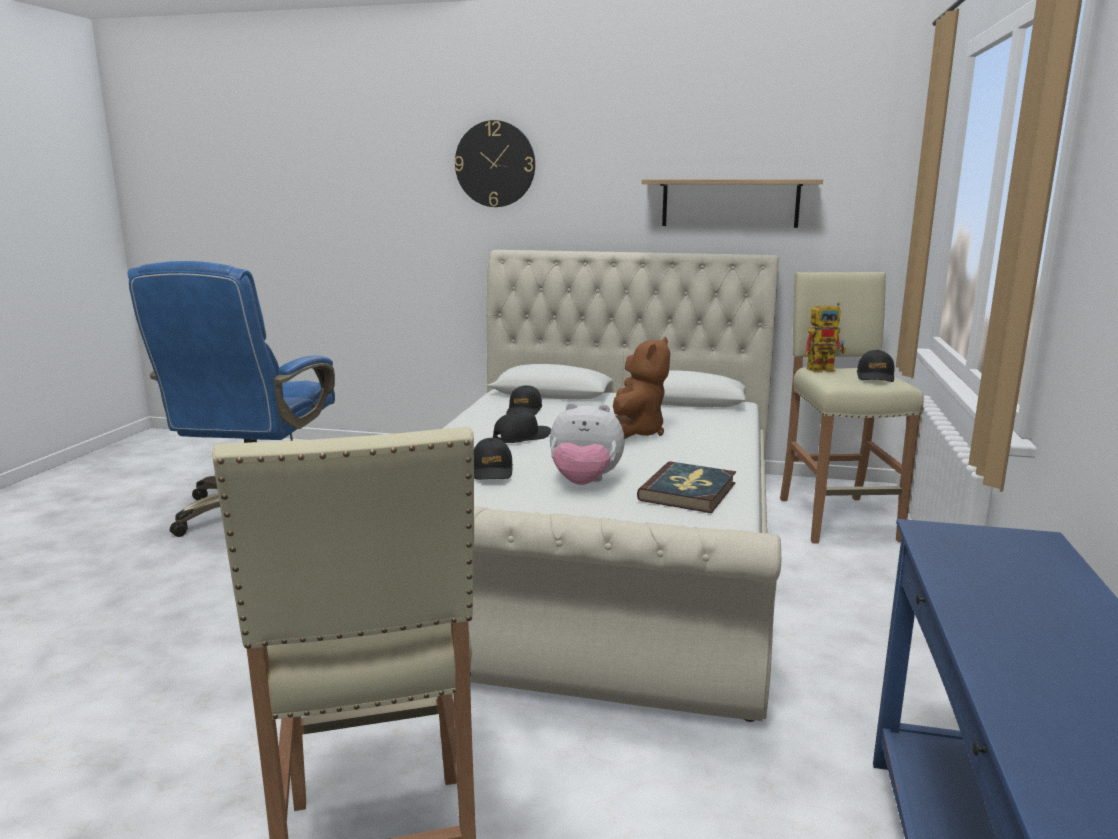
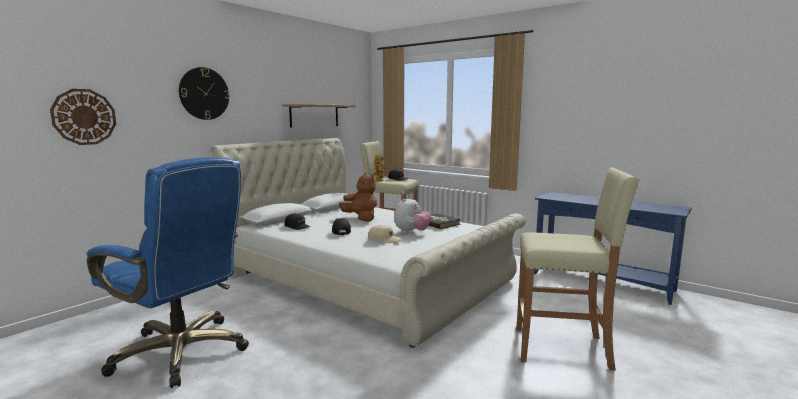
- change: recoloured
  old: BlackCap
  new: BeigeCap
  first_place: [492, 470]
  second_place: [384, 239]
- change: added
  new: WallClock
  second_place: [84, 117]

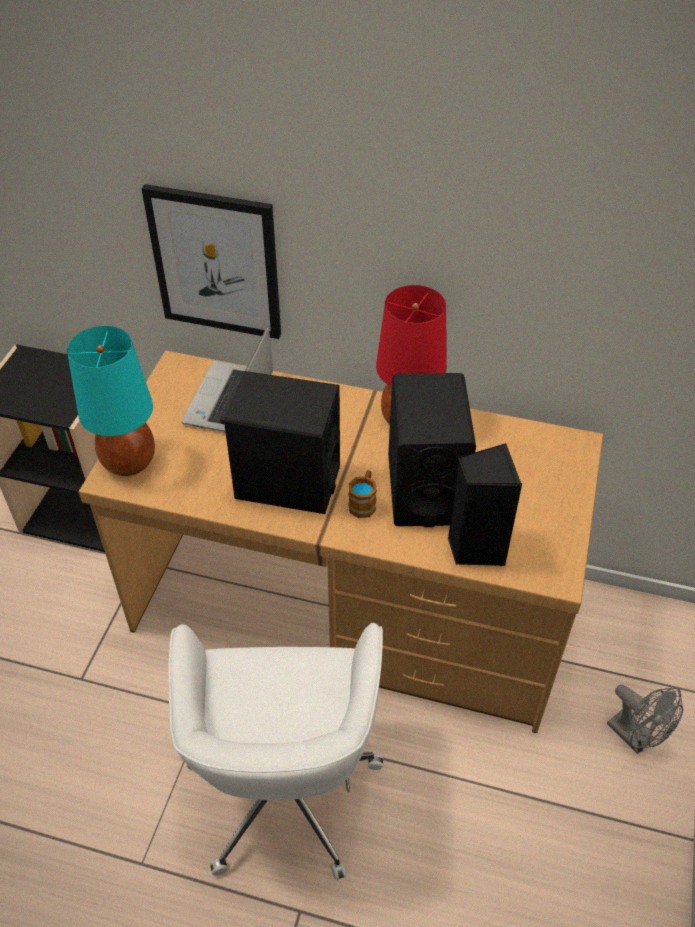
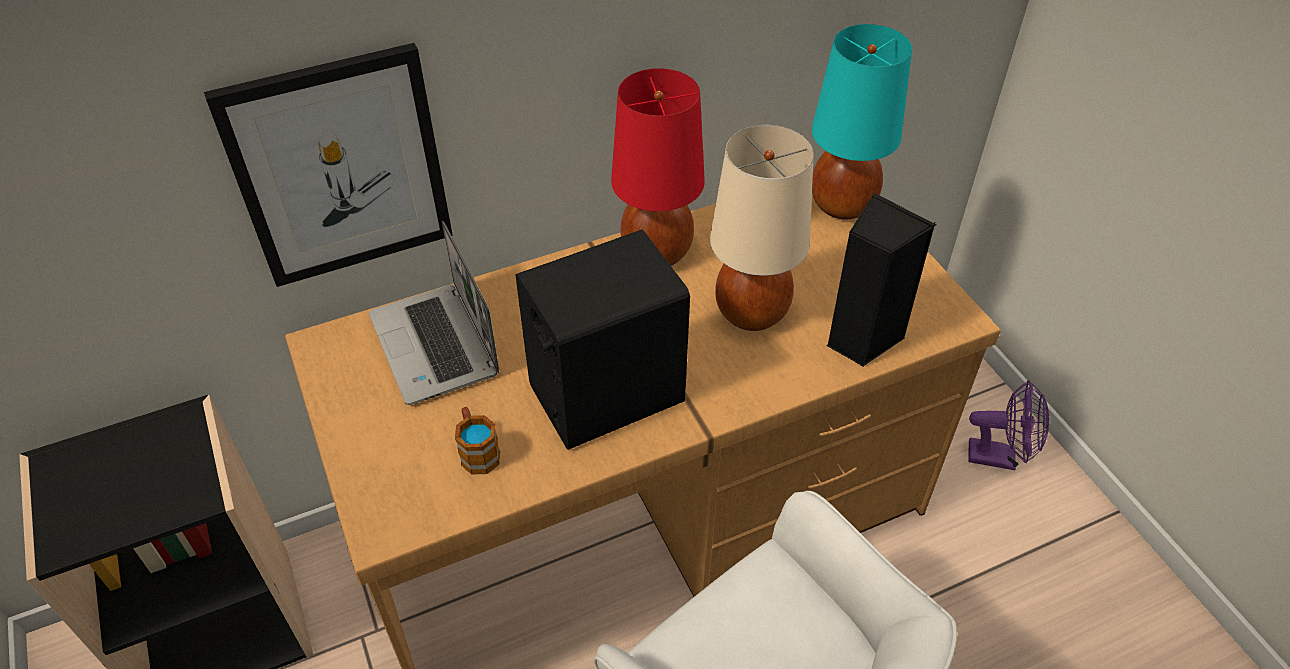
- change: moved
  old: TurquoiseTableLamp
  first_place: [128, 462]
  second_place: [841, 205]
- change: replaced
  old: BlackSpeaker
  new: BeigeTableLamp
  first_place: [424, 489]
  second_place: [751, 312]
- change: moved
  old: Mug
  first_place: [363, 502]
  second_place: [477, 451]
- change: recoloured
  old: GreyFan
  new: PurpleFan
  first_place: [636, 737]
  second_place: [999, 457]

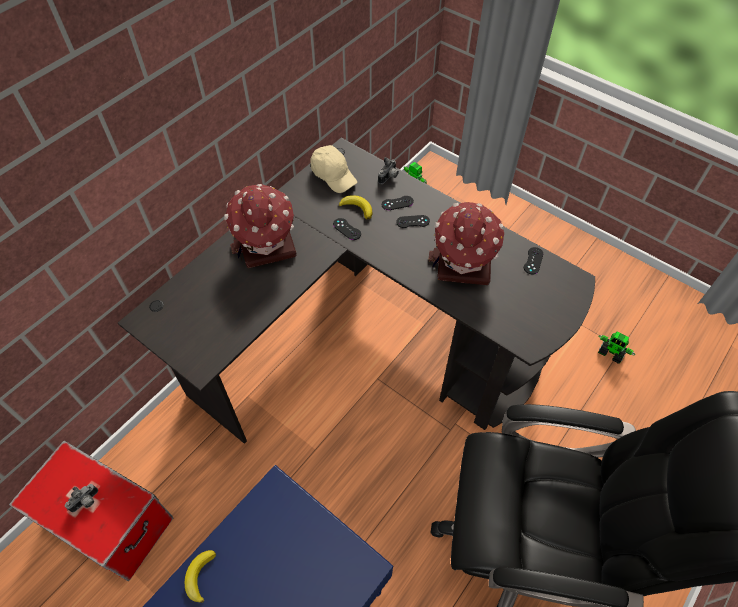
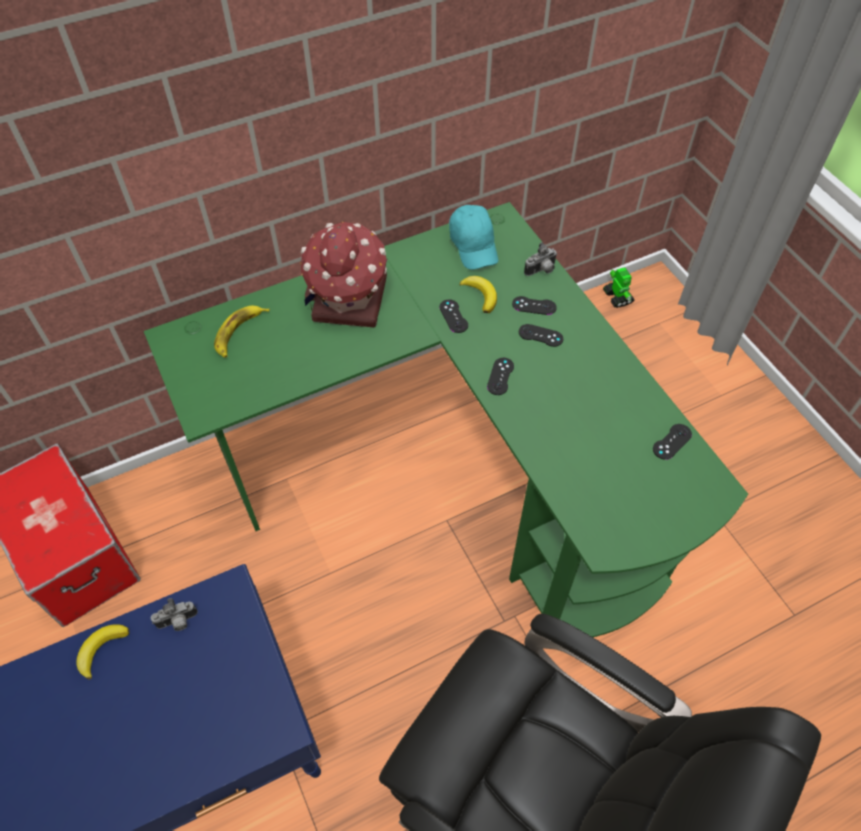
- change: recoloured
  old: BlackDesk
  new: GreenDesk
  first_place: [364, 343]
  second_place: [452, 471]
- change: recoloured
  old: BeigeCap
  new: TurquoiseCap
  first_place: [333, 175]
  second_place: [474, 245]
- change: removed
  old: ToyHouse
  first_place: [463, 263]
- change: removed
  old: ToyRobot
  first_place: [611, 353]
- change: moved
  old: PhotoCamera
  first_place: [86, 502]
  second_place: [178, 622]
- change: added
  new: Banana
  second_place: [239, 333]
- change: added
  new: BlackGameController
  second_place: [500, 376]

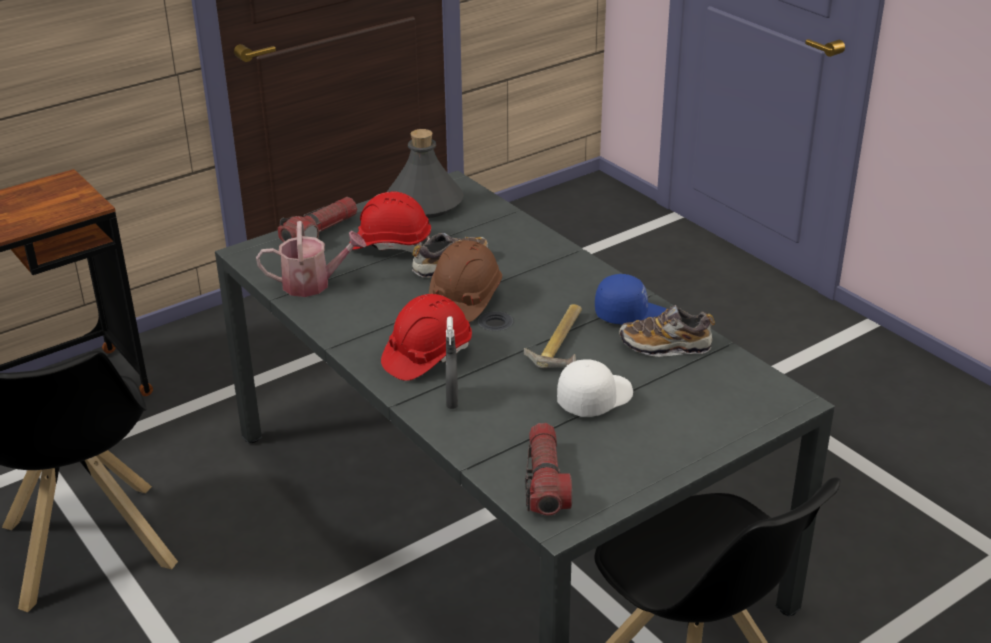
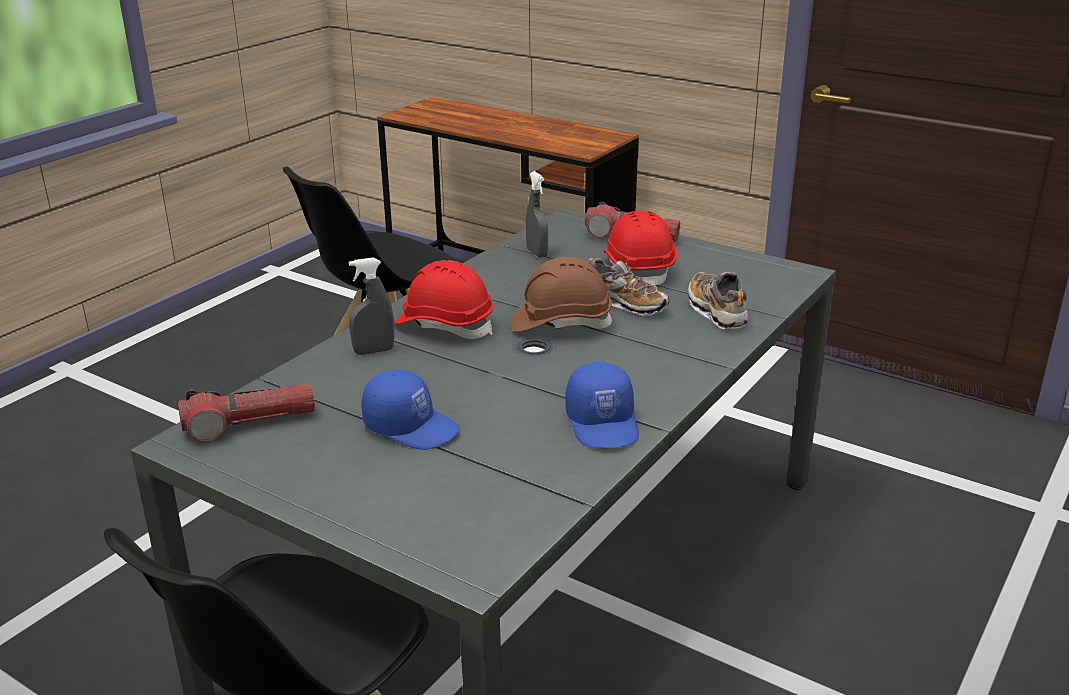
- change: removed
  old: GreyBottle
  first_place: [425, 203]
- change: replaced
  old: WateringCan
  new: GreySprayBottle
  first_place: [313, 284]
  second_place: [537, 253]
- change: removed
  old: Hammer
  first_place: [564, 342]
- change: moved
  old: Shoe
  first_place: [665, 346]
  second_place: [716, 311]
- change: recoloured
  old: WhiteCap
  new: BlueCap
  first_place: [594, 398]
  second_place: [412, 426]

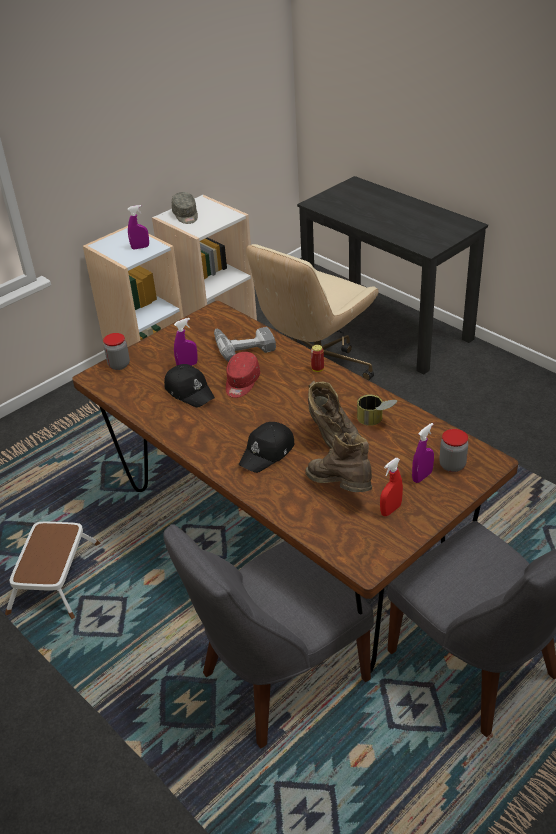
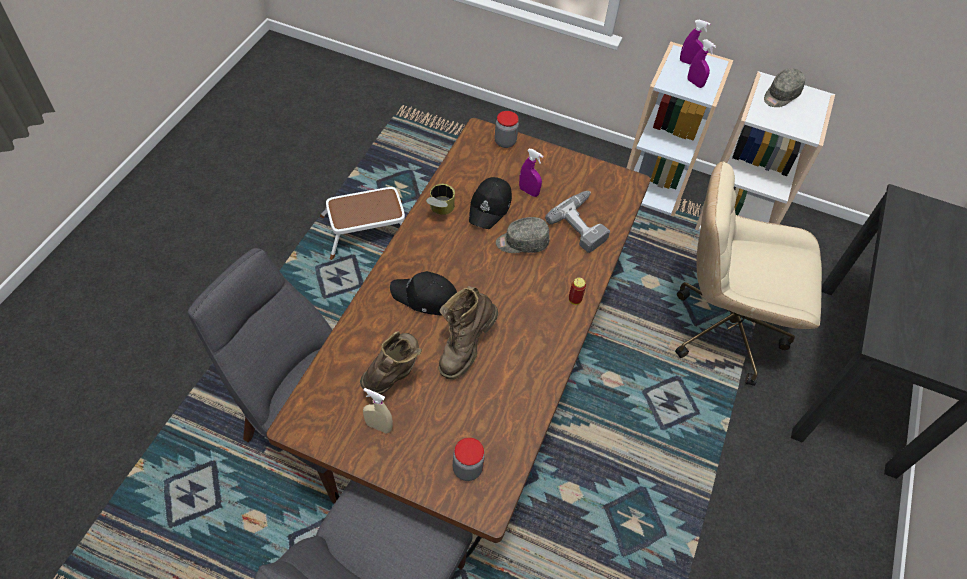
- change: recoloured
  old: RedCap
  new: GreyCap
  first_place: [241, 383]
  second_place: [522, 243]
- change: moved
  old: Can
  first_place: [376, 420]
  second_place: [439, 211]
- change: moved
  old: PurpleSprayBottle
  first_place: [422, 477]
  second_place: [688, 62]
- change: recoloured
  old: RedSprayBottle
  new: BeigeSprayBottle
  first_place: [390, 510]
  second_place: [378, 426]

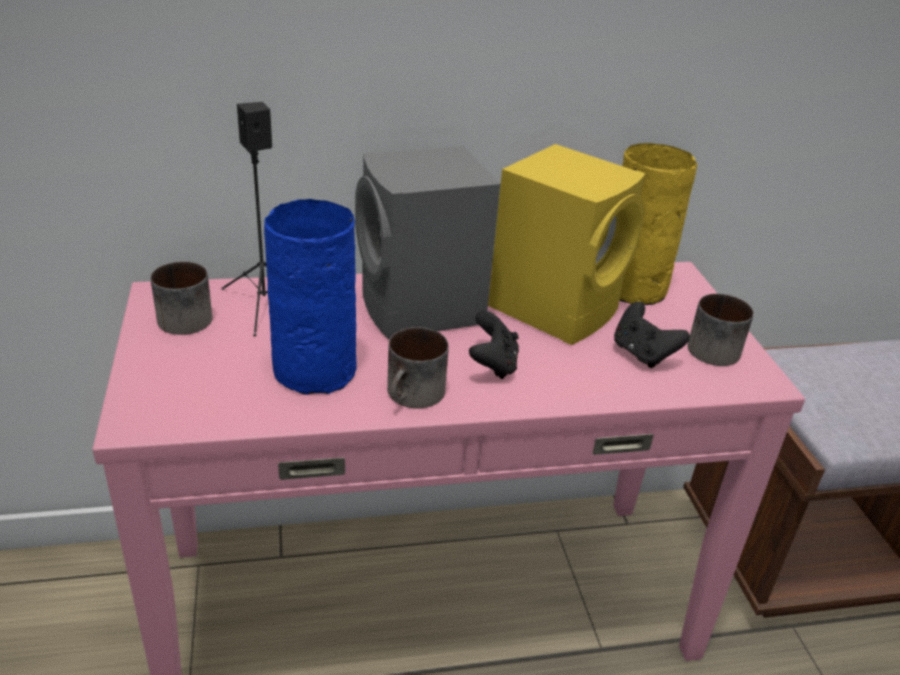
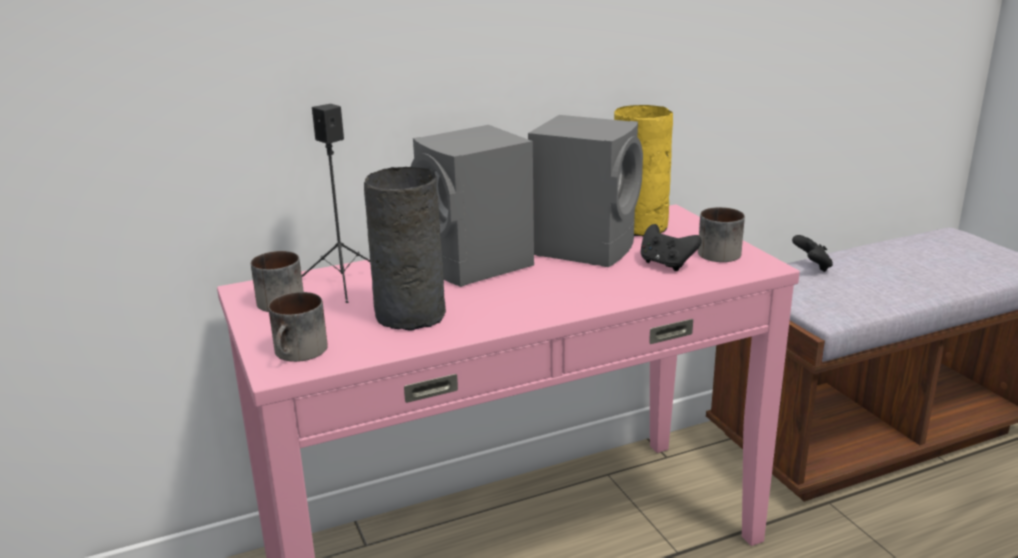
- change: recoloured
  old: YellowSpeaker
  new: GreySpeaker
  first_place: [557, 307]
  second_place: [585, 247]
- change: recoloured
  old: BlueVase
  new: GreyVase
  first_place: [315, 368]
  second_place: [410, 314]
- change: moved
  old: BlackGameController
  first_place: [493, 365]
  second_place: [812, 267]
- change: moved
  old: Mug
  first_place: [414, 396]
  second_place: [300, 353]

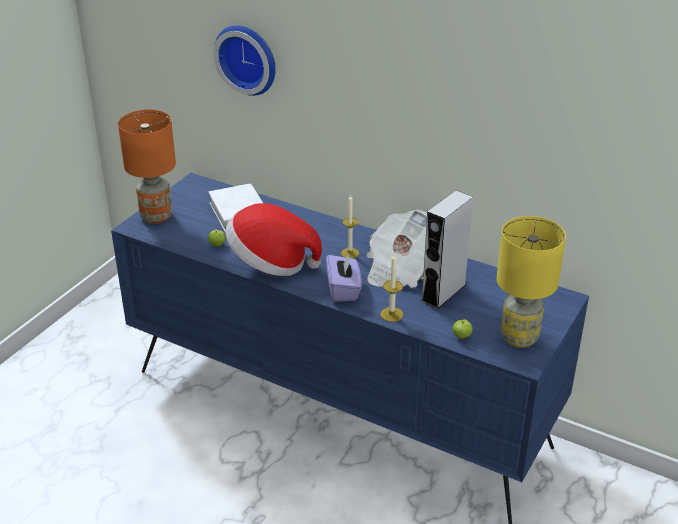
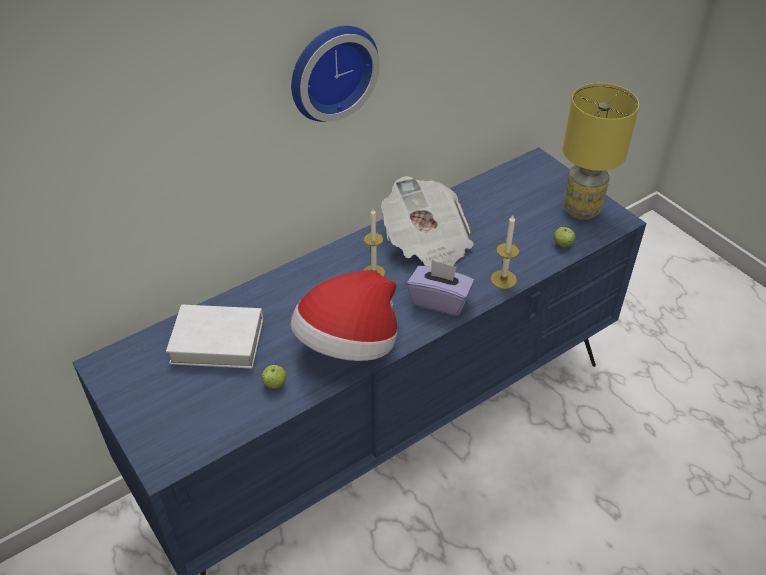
- change: moved
  old: WallClock
  first_place: [248, 58]
  second_place: [330, 70]
- change: removed
  old: OrangeTableLamp
  first_place: [157, 217]
- change: removed
  old: GreySpeaker
  first_place: [443, 293]

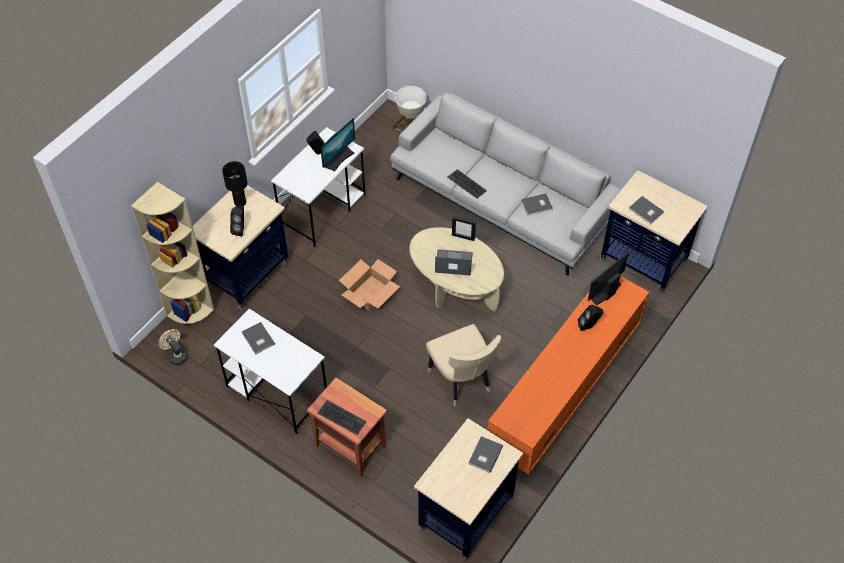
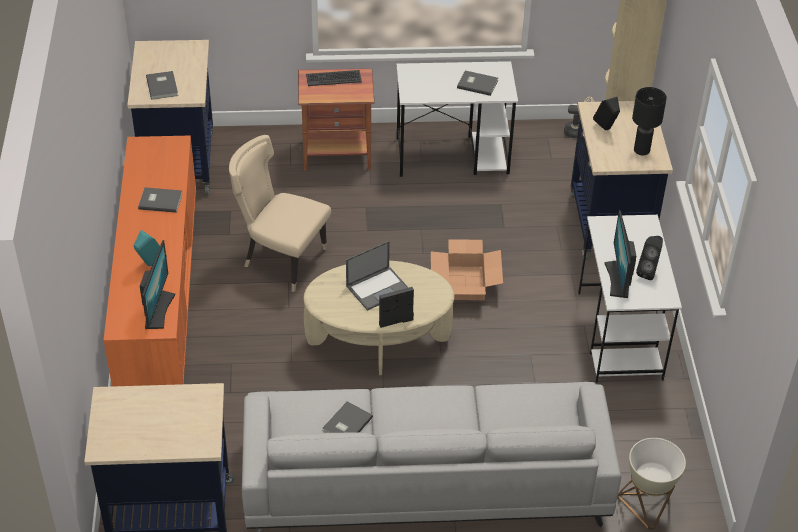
- change: removed
  old: Keyboard
  first_place: [467, 184]
- change: moved
  old: GreyBook
  first_place: [646, 211]
  second_place: [160, 200]
- change: recoloured
  old: BlackSpeaker
  new: TurquoiseSpeaker
  first_place: [588, 326]
  second_place: [150, 265]

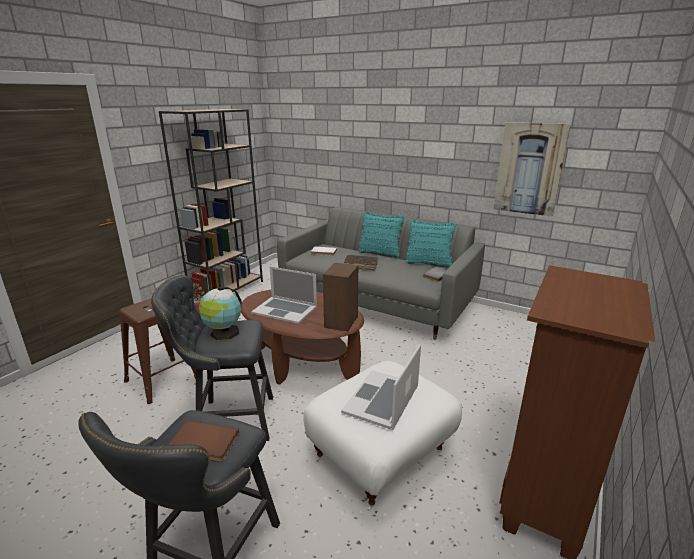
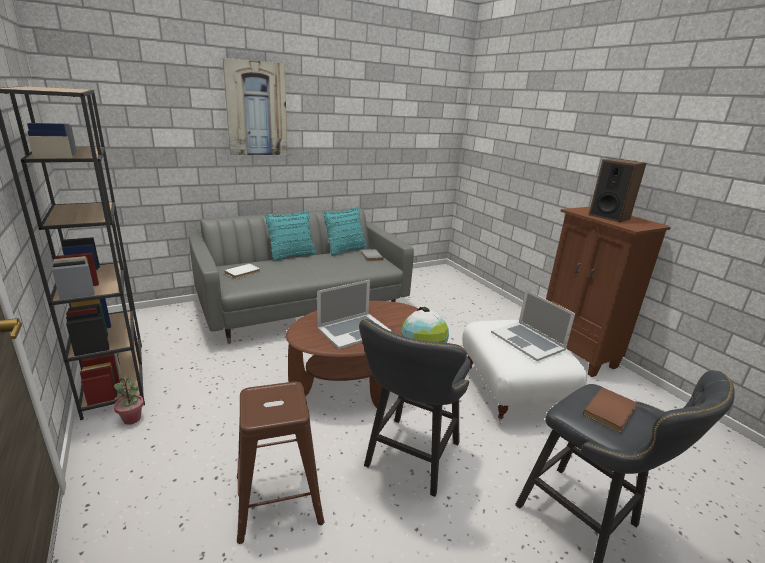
- change: moved
  old: Picture
  first_place: [529, 169]
  second_place: [256, 109]
- change: removed
  old: BrownBook
  first_place: [361, 266]
- change: moved
  old: Speaker
  first_place: [341, 321]
  second_place: [609, 217]

